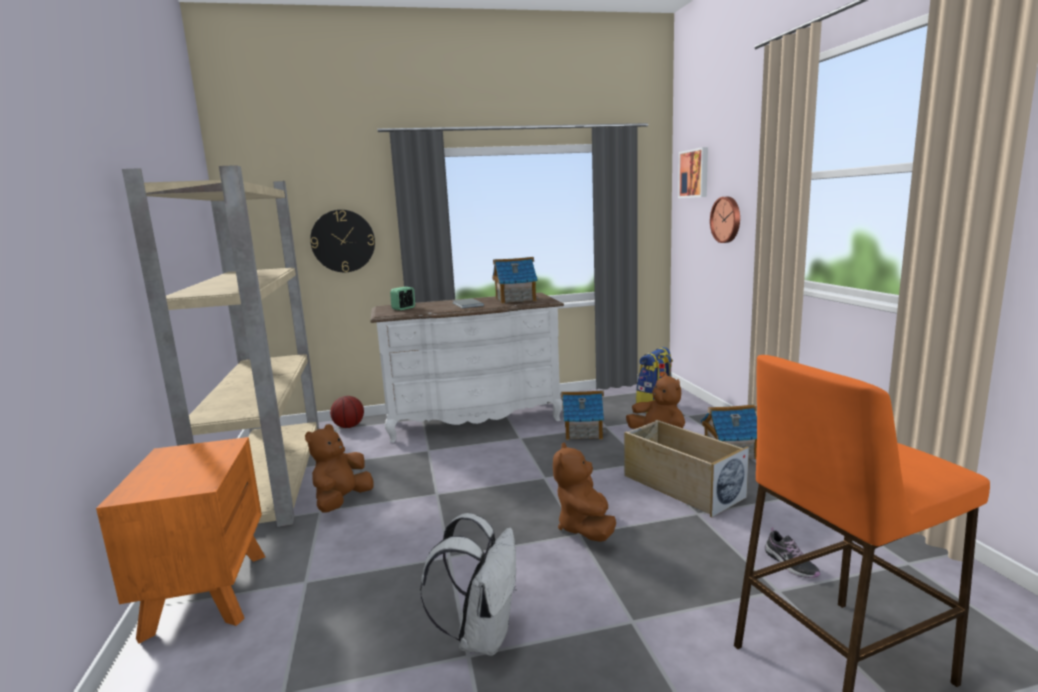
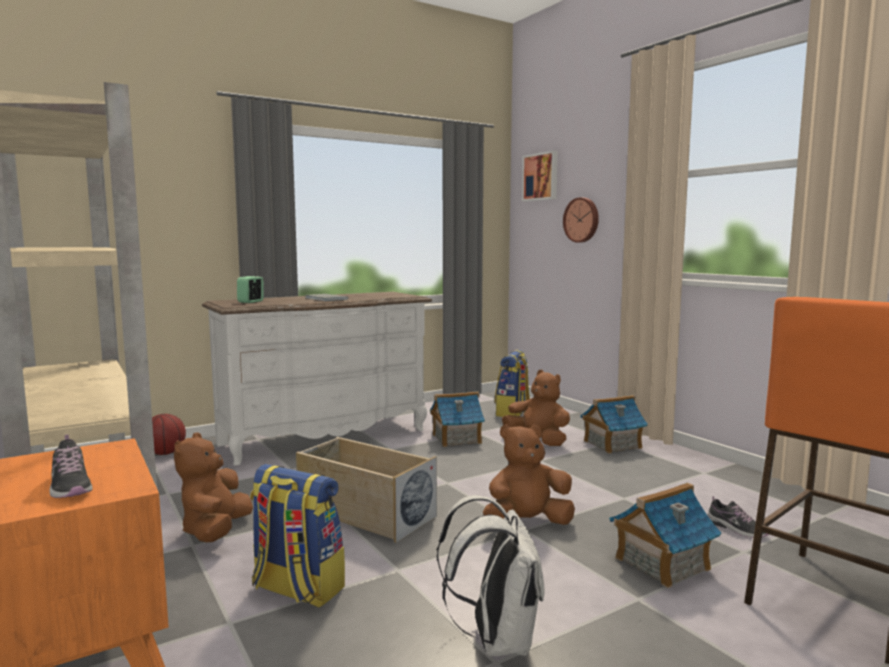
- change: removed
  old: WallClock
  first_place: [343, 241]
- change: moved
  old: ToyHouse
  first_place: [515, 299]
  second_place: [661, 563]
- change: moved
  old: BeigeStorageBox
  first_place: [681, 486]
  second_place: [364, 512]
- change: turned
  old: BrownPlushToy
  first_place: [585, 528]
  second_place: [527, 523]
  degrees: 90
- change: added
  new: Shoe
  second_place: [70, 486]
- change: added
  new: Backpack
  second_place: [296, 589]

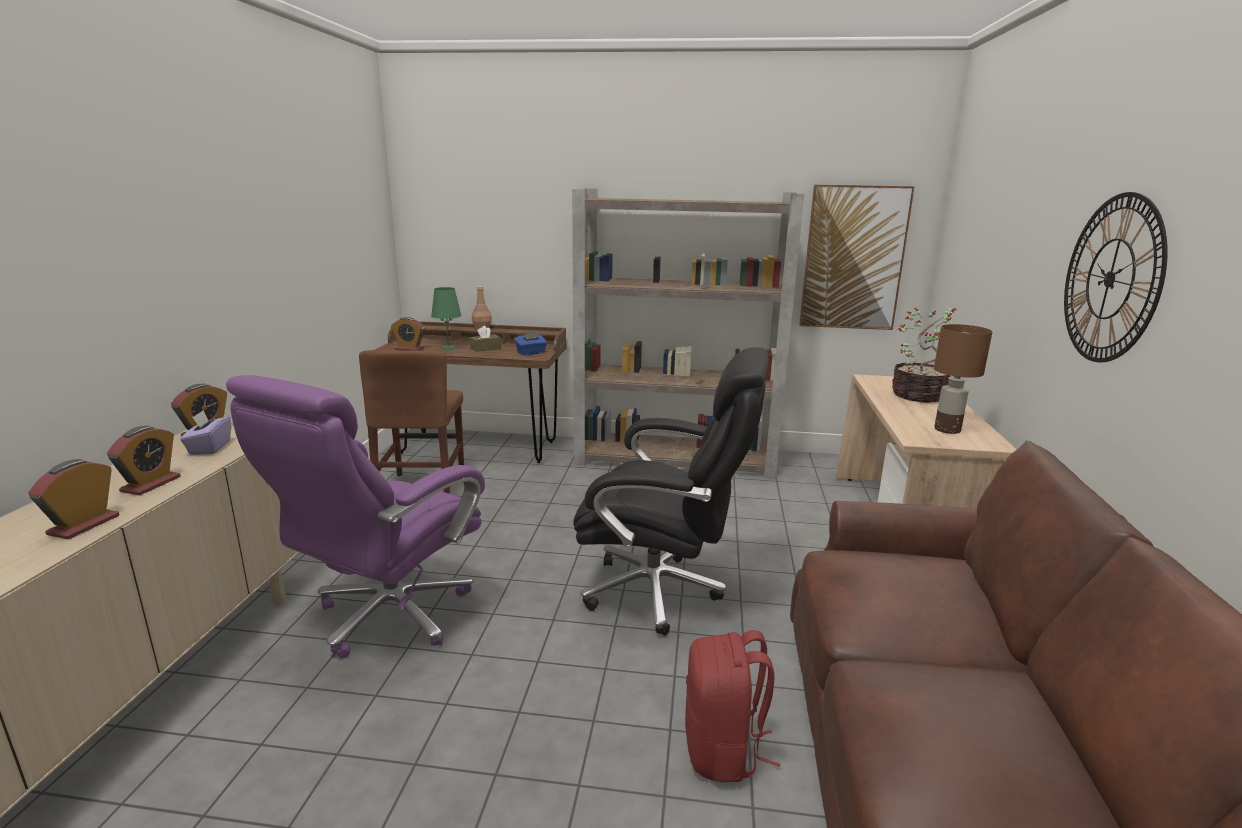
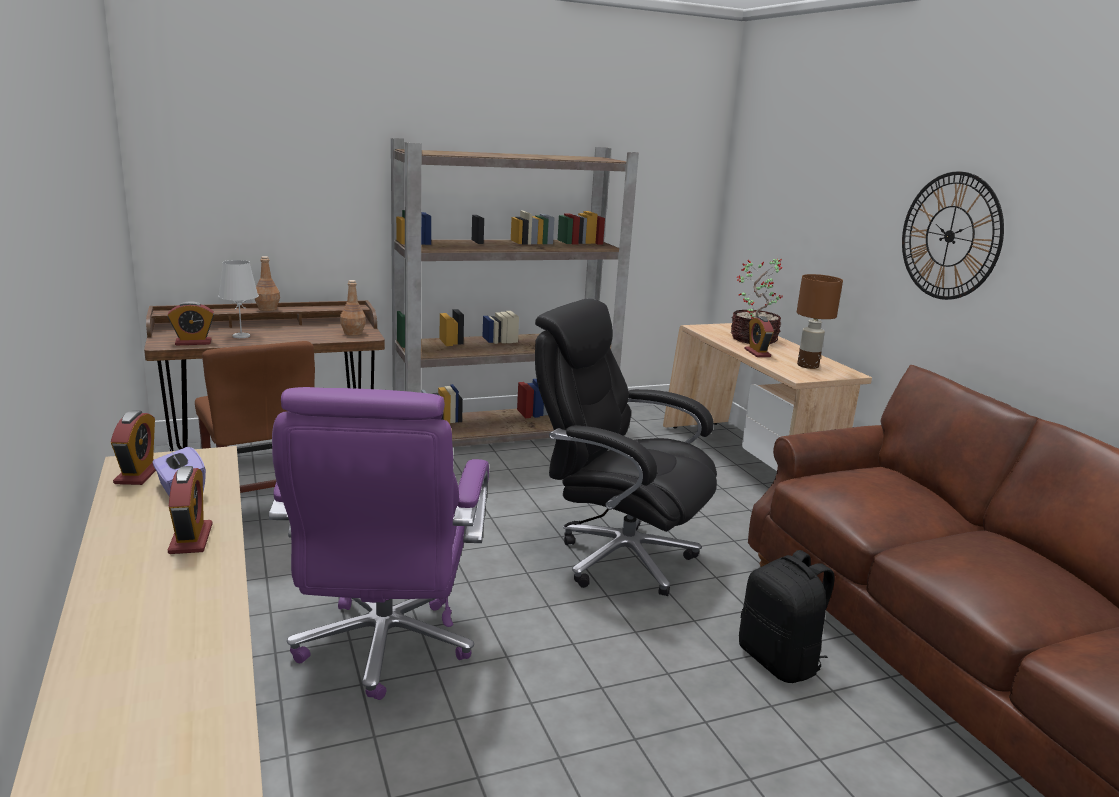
- change: removed
  old: Picture
  first_place: [853, 258]
- change: recoloured
  old: GreenTableLamp
  new: WhiteTableLamp
  first_place: [448, 347]
  second_place: [241, 336]
- change: removed
  old: BrownTissueBox
  first_place: [485, 348]
- change: replaced
  old: BlueTissueBox
  new: BrownBottle
  first_place: [531, 353]
  second_place: [353, 333]
- change: turned
  old: BlackOfficeChair
  first_place: [661, 592]
  second_place: [617, 558]
  degrees: -135
- change: moved
  old: AlarmClock
  first_place: [84, 525]
  second_place: [757, 353]
- change: recoloured
  old: RedBackpack
  new: BlackBackpack
  first_place: [723, 750]
  second_place: [780, 661]

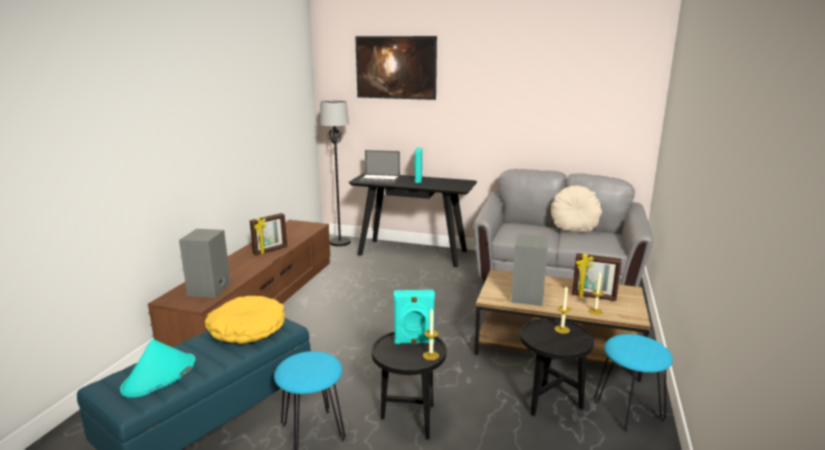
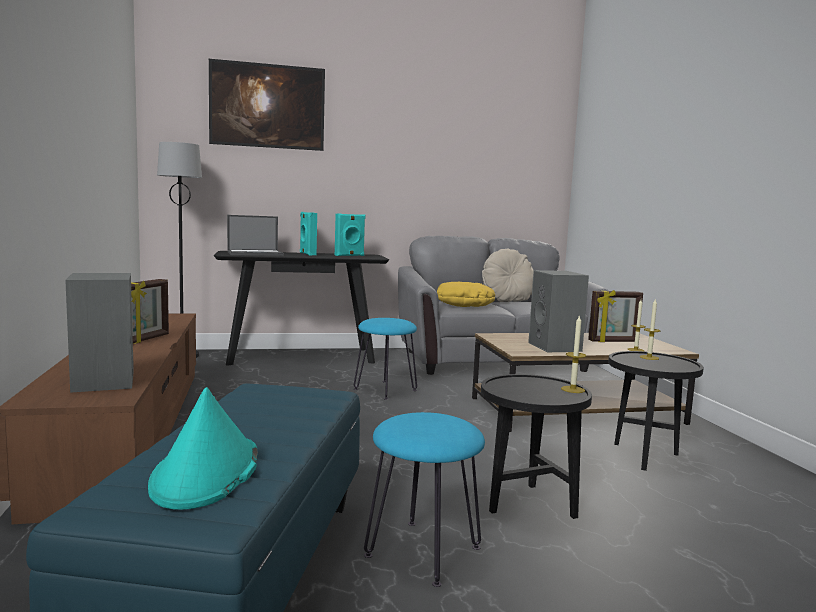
- change: moved
  old: TurquoiseSpeaker
  first_place: [414, 342]
  second_place: [349, 255]
- change: moved
  old: YellowPillow
  first_place: [248, 330]
  second_place: [465, 304]
- change: moved
  old: TurquoiseStool
  first_place: [628, 411]
  second_place: [385, 390]

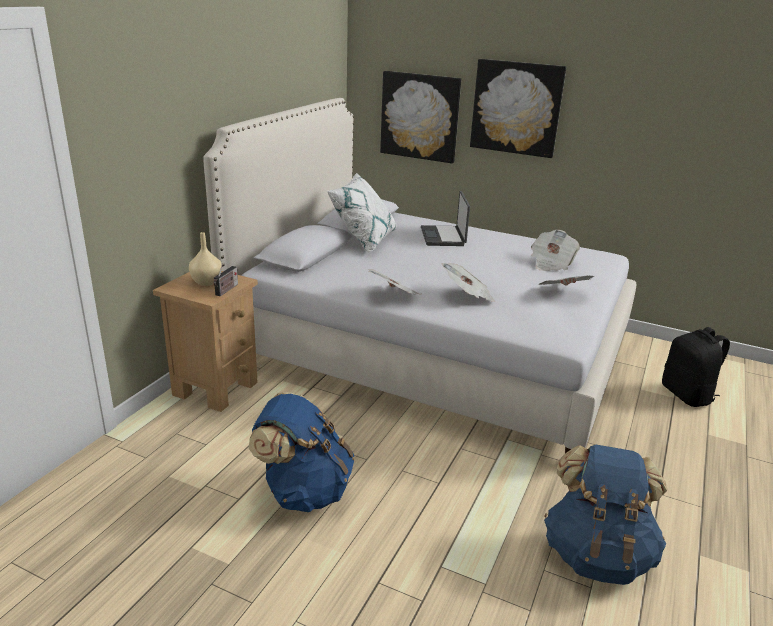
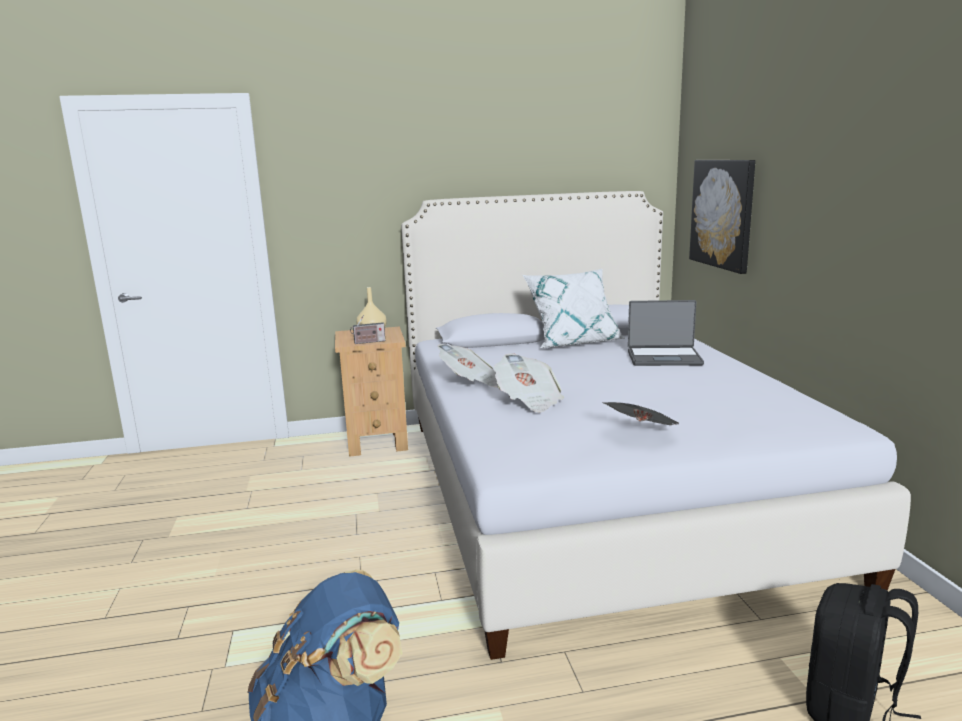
- change: removed
  old: Picture
  first_place: [516, 108]
- change: turned
  old: Laptop
  first_place: [444, 237]
  second_place: [664, 358]
  degrees: -135
- change: removed
  old: Newspaper
  first_place: [551, 263]
- change: removed
  old: BlueBackpack
  first_place: [303, 491]

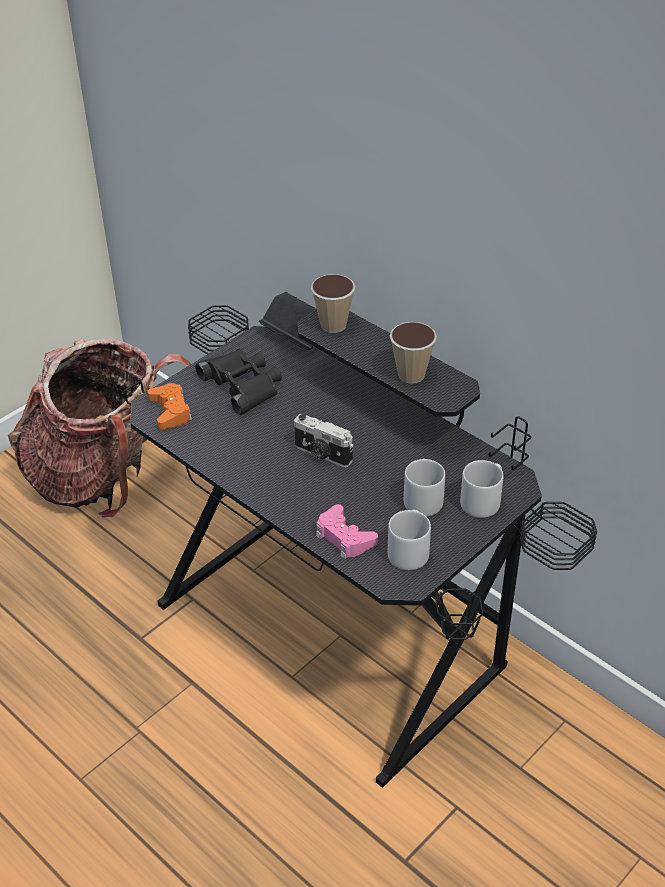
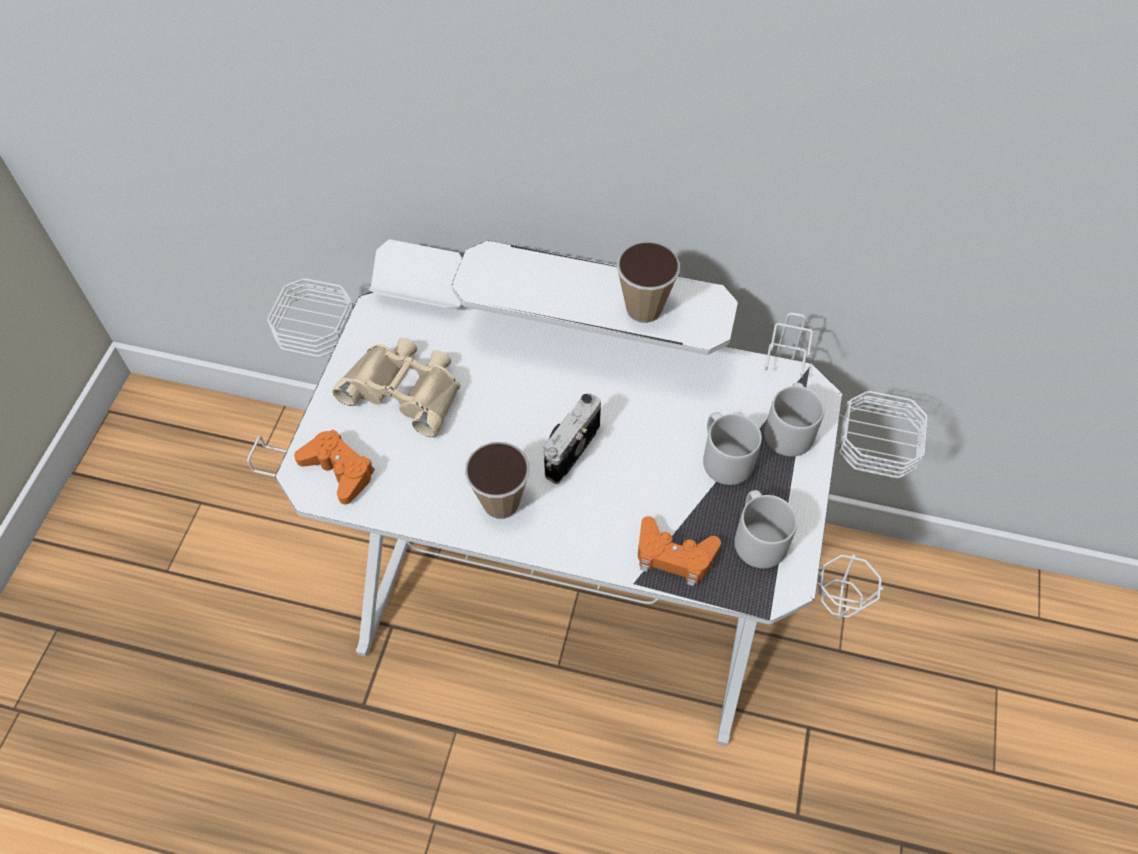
- change: moved
  old: Cup
  first_place: [333, 325]
  second_place: [501, 502]
- change: recoloured
  old: BlackDesk
  new: WhiteDesk
  first_place: [336, 629]
  second_place: [569, 585]
- change: removed
  old: Backpack
  first_place: [105, 477]
- change: recoloured
  old: BlackBinoculars
  new: BeigeBinoculars
  first_place: [243, 385]
  second_place: [405, 390]
- change: turned
  old: PhotoCamera
  first_place: [322, 455]
  second_place: [569, 449]
  degrees: 120
- change: recoloured
  old: PinkGameController
  new: OrangeGameController
  first_place: [344, 537]
  second_place: [674, 555]

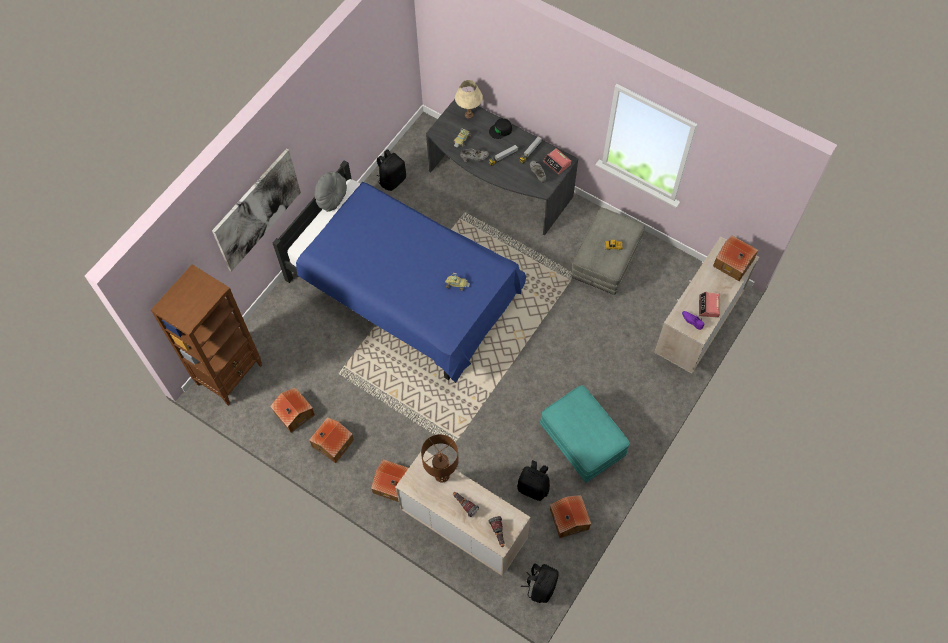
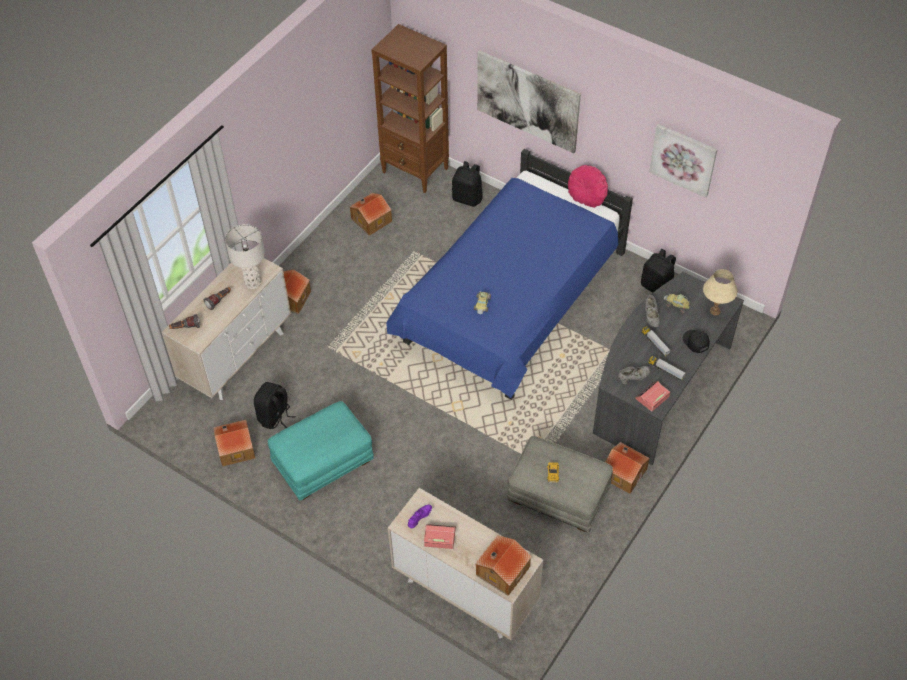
- change: recoloured
  old: GreyPillow
  new: PinkPillow
  first_place: [332, 200]
  second_place: [586, 199]
- change: moved
  old: ToyHouse
  first_place: [332, 443]
  second_place: [623, 472]
- change: recoloured
  old: BrownTableLamp
  new: WhiteTableLamp
  first_place: [441, 475]
  second_place: [253, 283]
- change: moved
  old: BlackBackpack
  first_place: [540, 586]
  second_place: [467, 198]
- change: added
  new: Picture
  second_place: [683, 159]

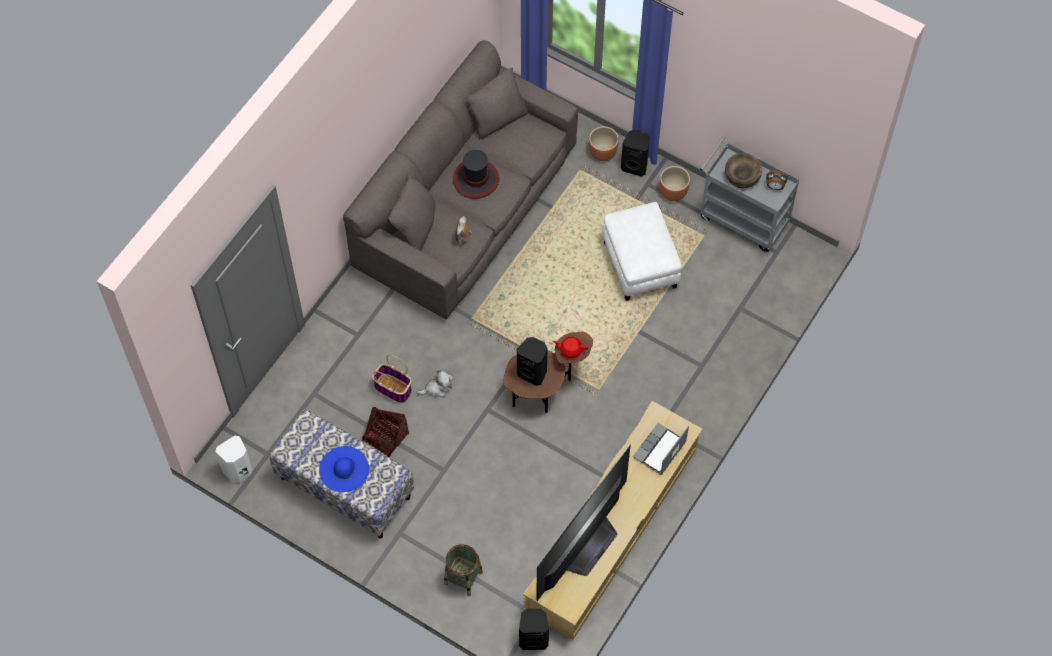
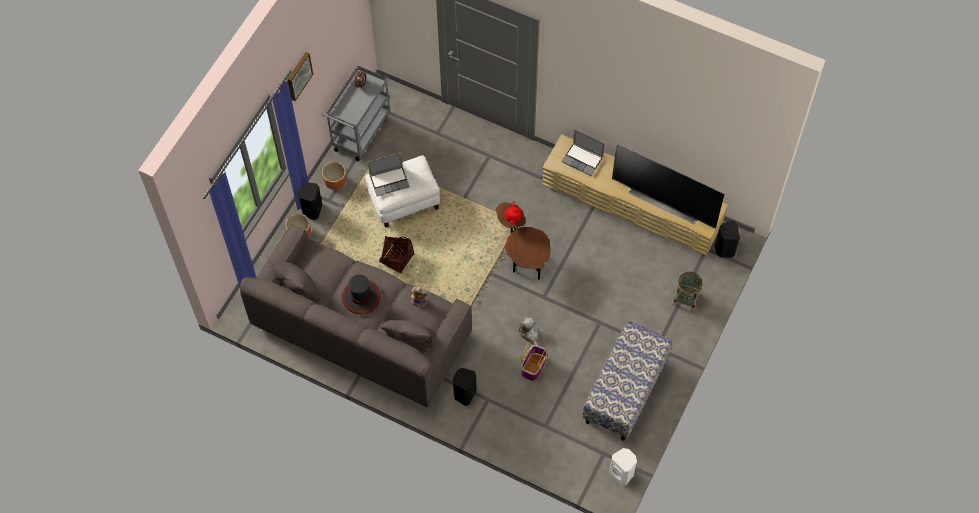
- change: removed
  old: BrownBowl
  first_place: [742, 177]
- change: moved
  old: BlackSpeaker
  first_place: [533, 372]
  second_place: [464, 394]
- change: moved
  old: Basket
  first_place: [385, 437]
  second_place: [397, 259]
- change: removed
  old: BlueHat
  first_place: [344, 469]
- change: added
  new: Picture
  second_place: [298, 75]
- change: added
  new: Laptop
  second_place: [389, 181]

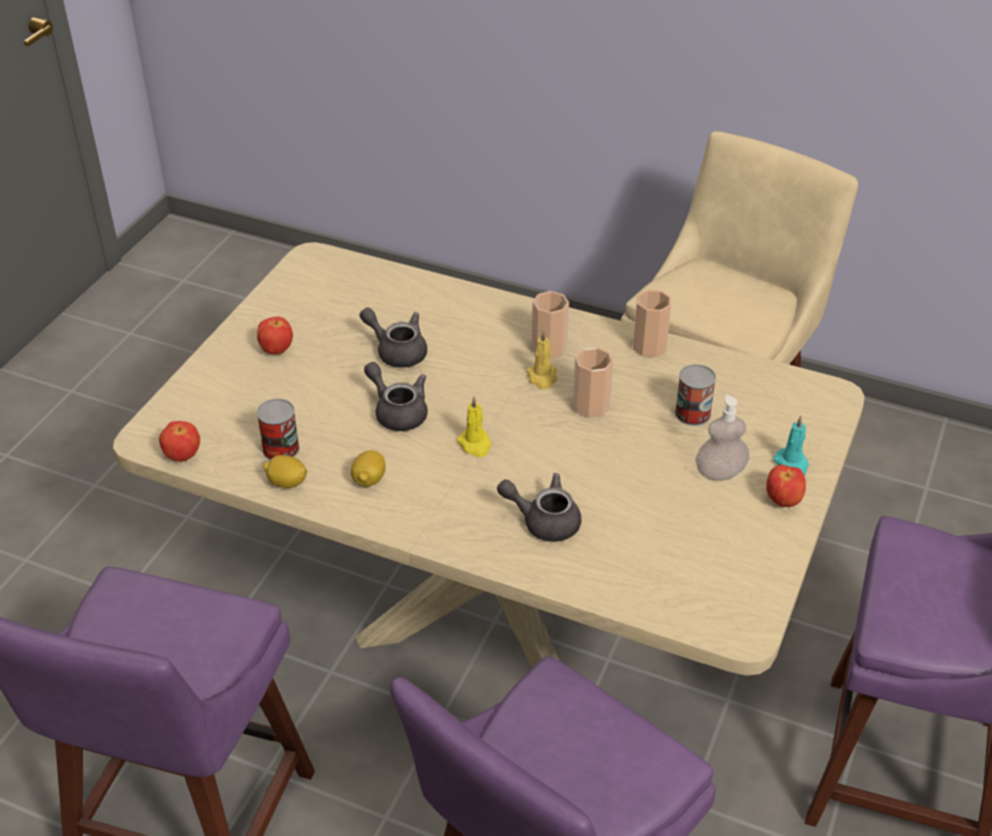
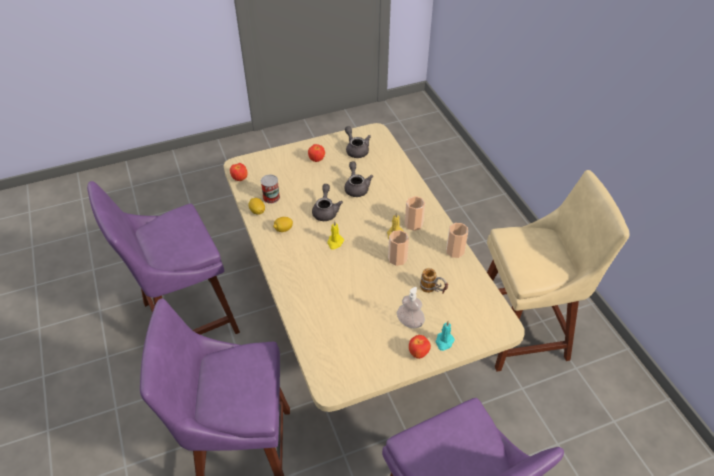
- change: replaced
  old: Can
  new: Mug
  first_place: [692, 413]
  second_place: [433, 291]
- change: moved
  old: GreyTeapot
  first_place: [543, 521]
  second_place: [356, 149]

